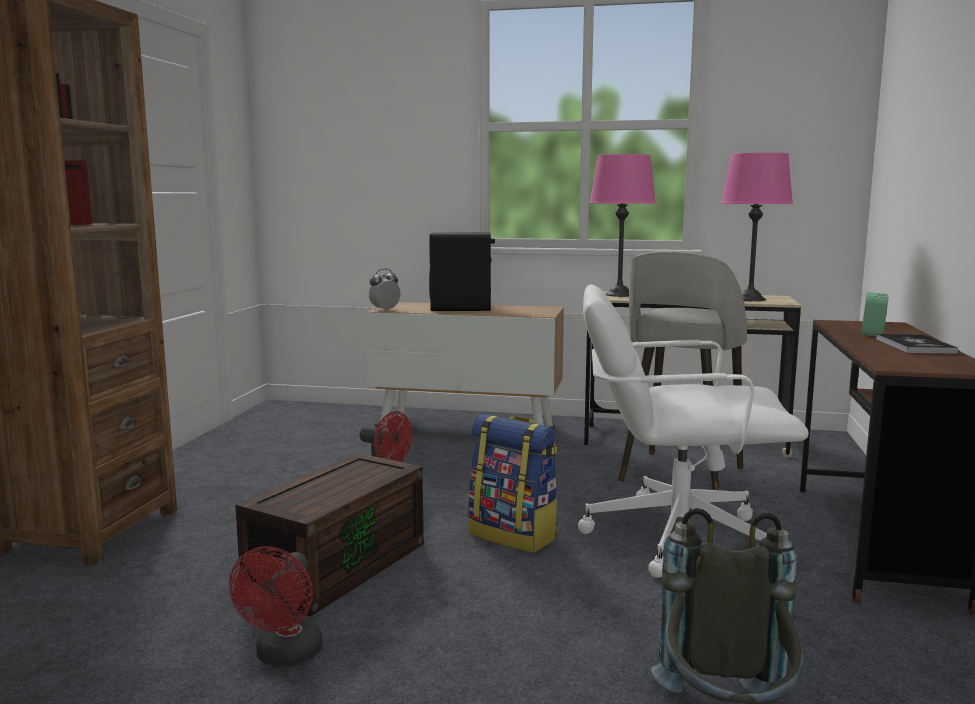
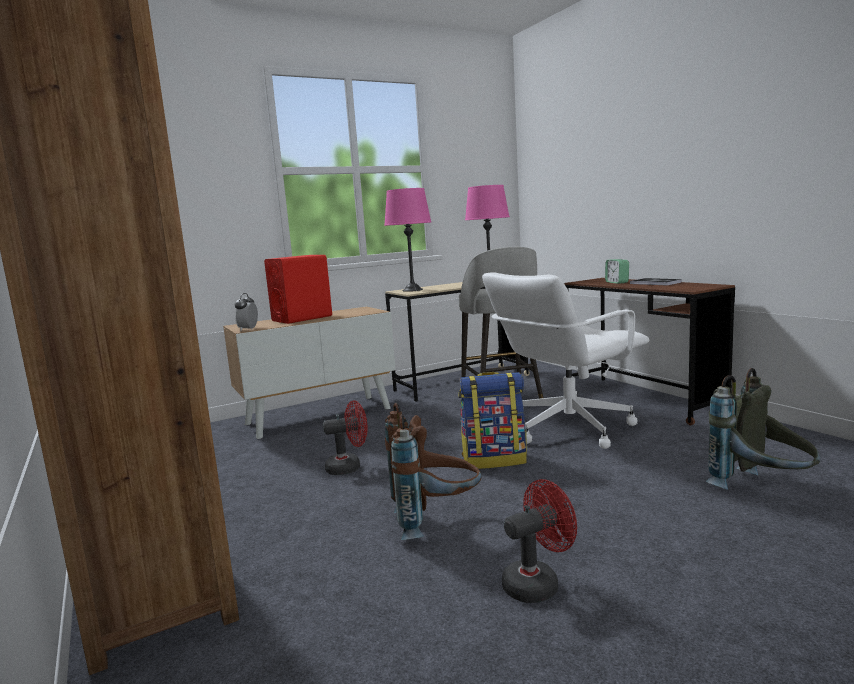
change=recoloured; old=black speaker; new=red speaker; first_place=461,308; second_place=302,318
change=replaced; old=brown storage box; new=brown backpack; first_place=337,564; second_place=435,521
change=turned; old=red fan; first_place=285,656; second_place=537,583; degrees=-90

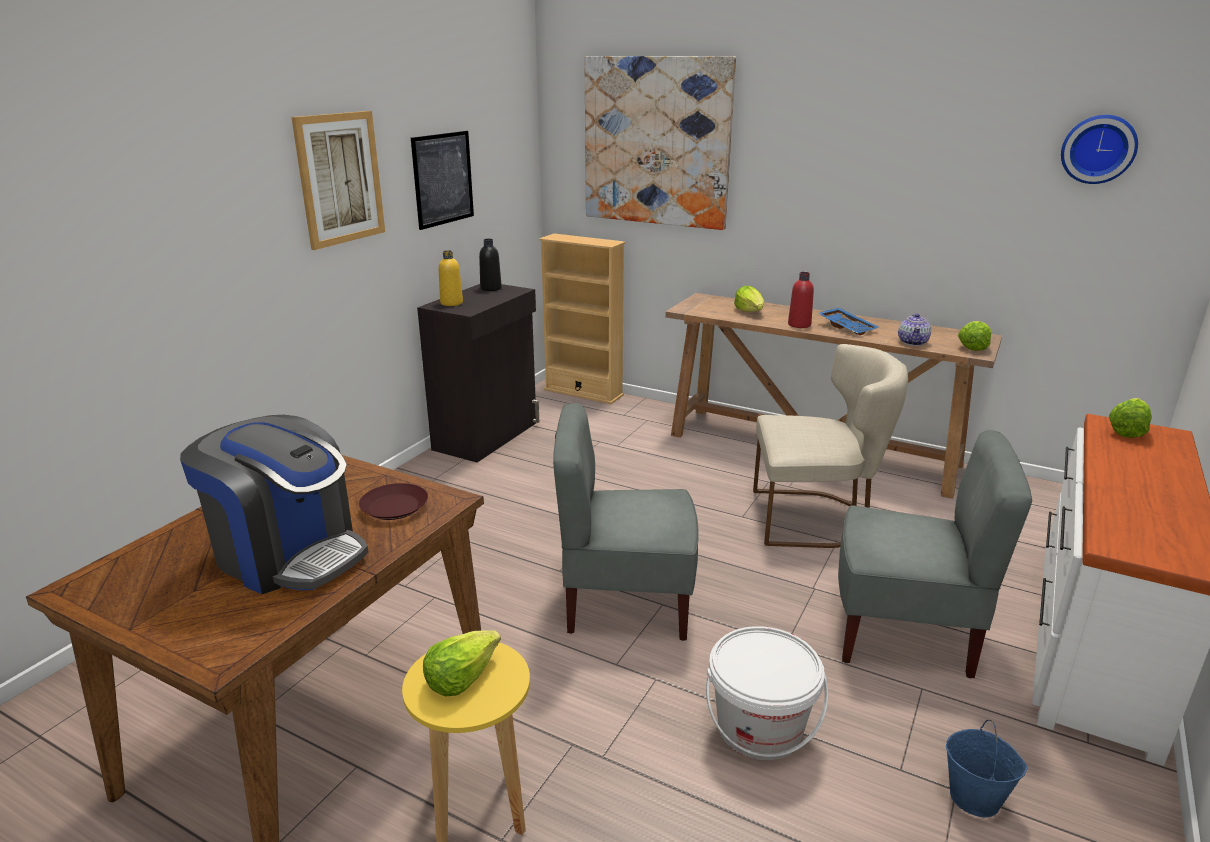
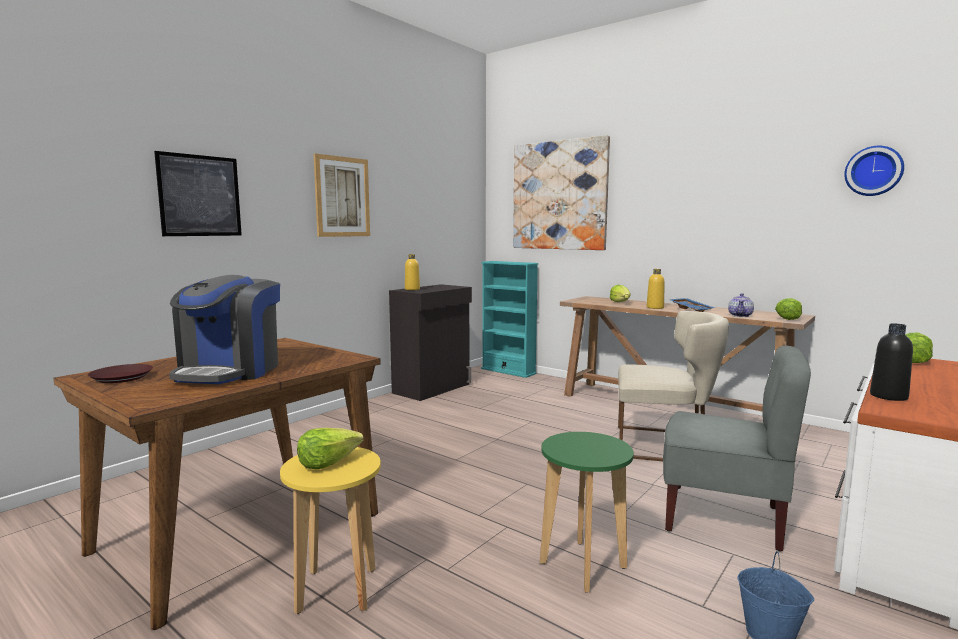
change=moved; old=brown plate; first_place=395,507; second_place=122,378
change=moved; old=picture; first_place=443,179; second_place=200,196
change=turned; old=coffee machine; first_place=288,554; second_place=230,371; degrees=60
change=recoloured; old=beige bookcase; new=turquoise bookcase; first_place=583,392; second_place=508,371
change=replaced; old=white bucket; new=green stool; first_place=759,728; second_place=583,565
change=recoloured; old=red bottle; new=yellow bottle; first_place=799,325; second_place=655,307
change=moved; old=black bottle; first_place=491,288; second_place=888,396
change=removed; old=grey chair; first_place=625,603

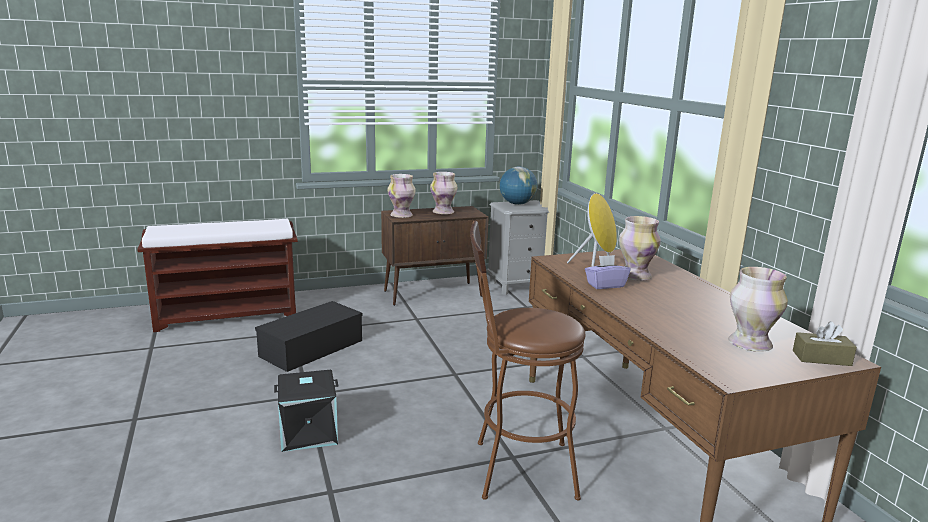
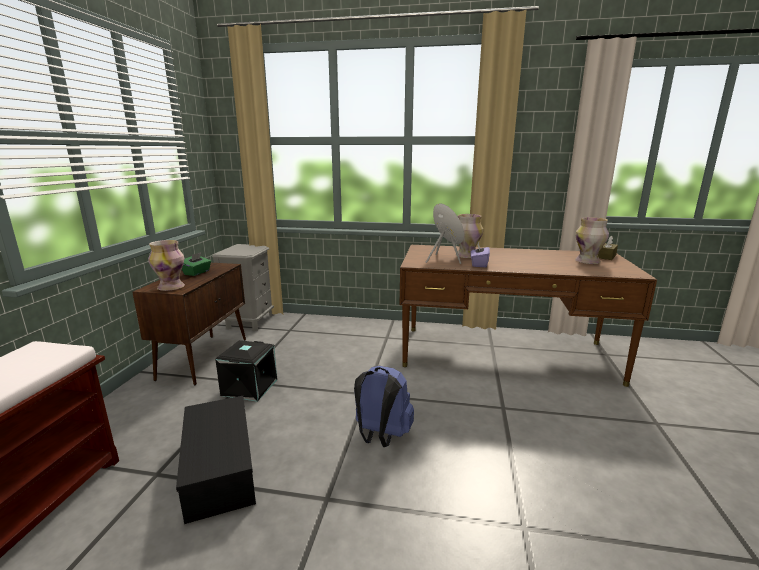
change=replaced; old=vase; new=green tissue box; first_place=443,212; second_place=197,273
change=moved; old=black storage box; first_place=309,432; second_place=249,387
change=added; new=blue backpack; second_place=381,436
change=removed; old=brown stool; first_place=514,469
change=removed; old=globe; first_place=517,204

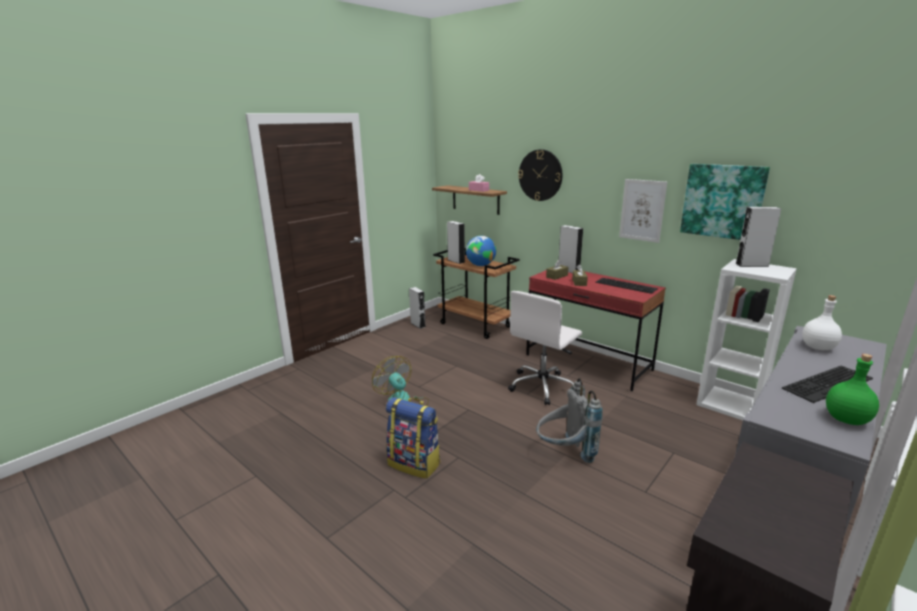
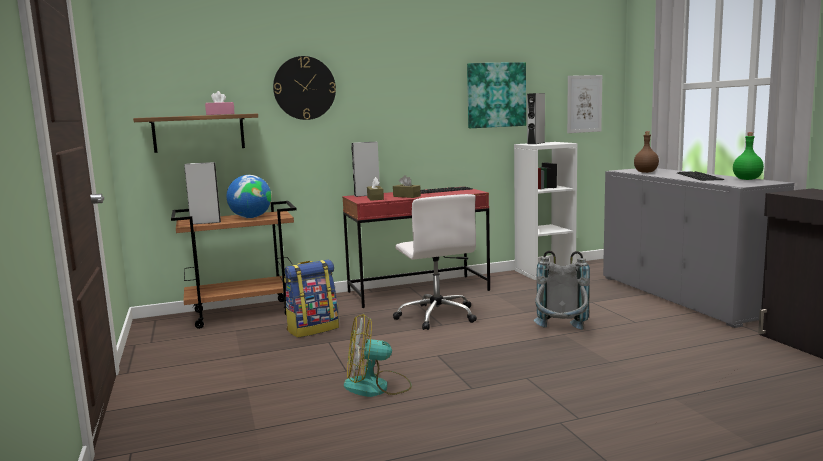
change=moved; old=backpack; first_place=415,464; second_place=313,329
change=moved; old=picture; first_place=642,210; second_place=584,104
change=recoloured; old=white bottle; new=brown bottle; first_place=818,347; second_place=646,172
change=removed; old=grey speaker; first_place=418,325

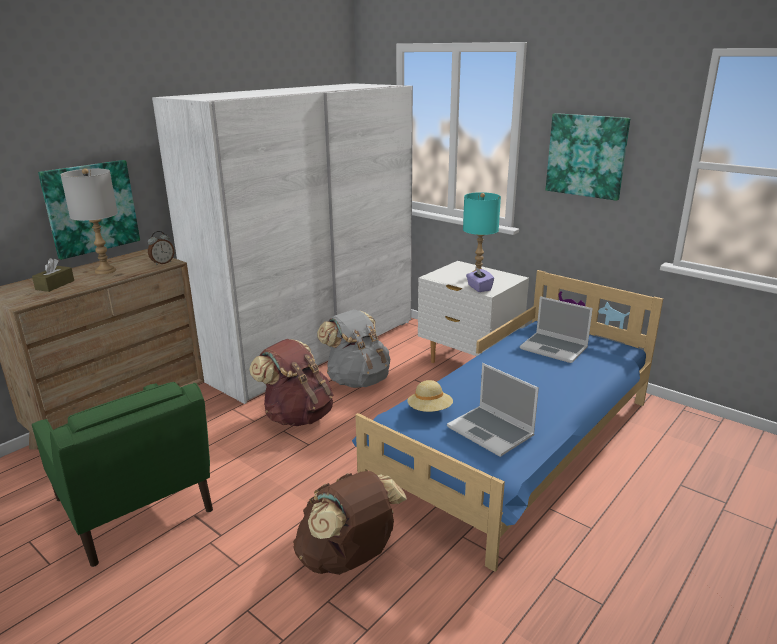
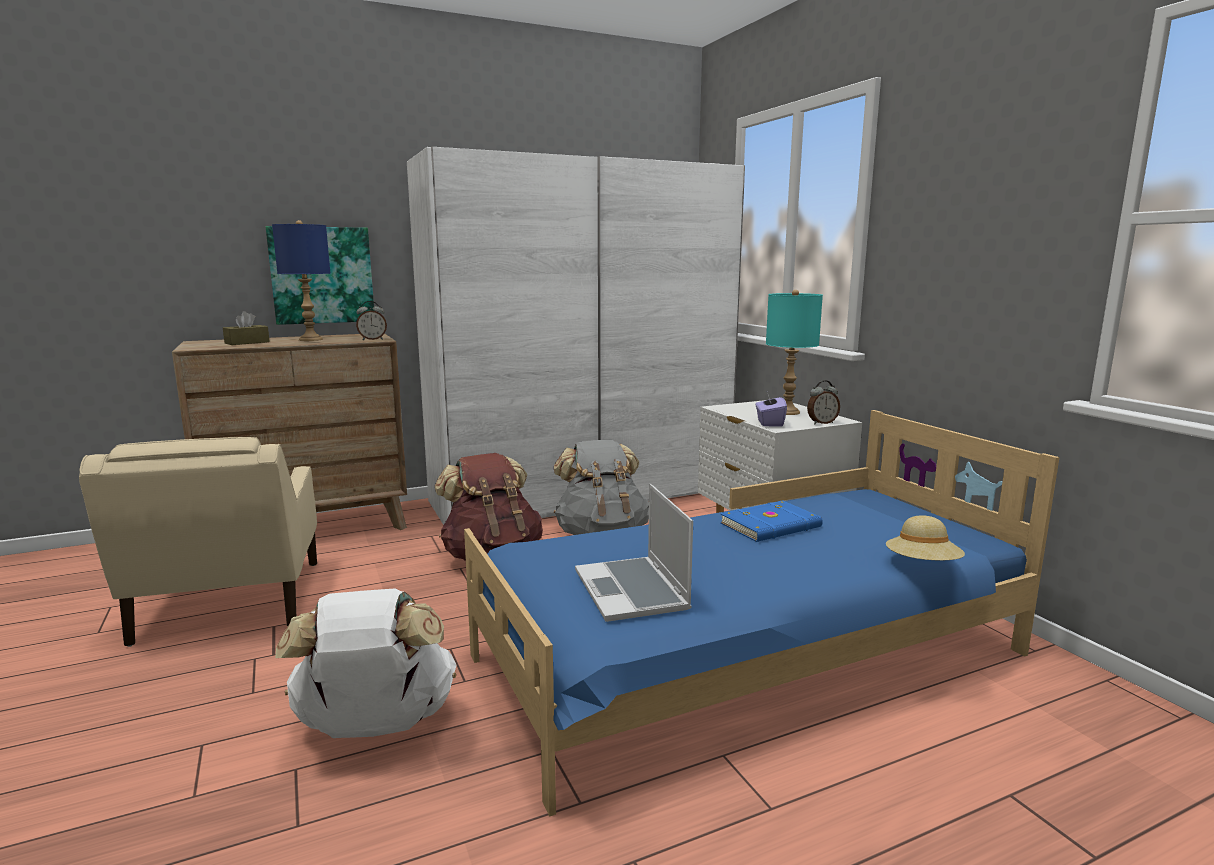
change=recoloured; old=green armchair; new=beige armchair; first_place=134,507; second_place=230,603
change=recoloured; old=grey table lamp; new=blue table lamp; first_place=105,271; second_place=310,339
change=recoloured; old=brown backpack; new=white backpack; first_place=348,558; second_place=375,726
change=added; new=blue book; second_place=772,526
change=added; new=alarm clock; second_place=821,423
change=moved; old=beige hat; first_place=430,410; second_place=922,565
change=removed; old=laptop; first_place=554,348
change=removed; old=picture; first_place=586,155

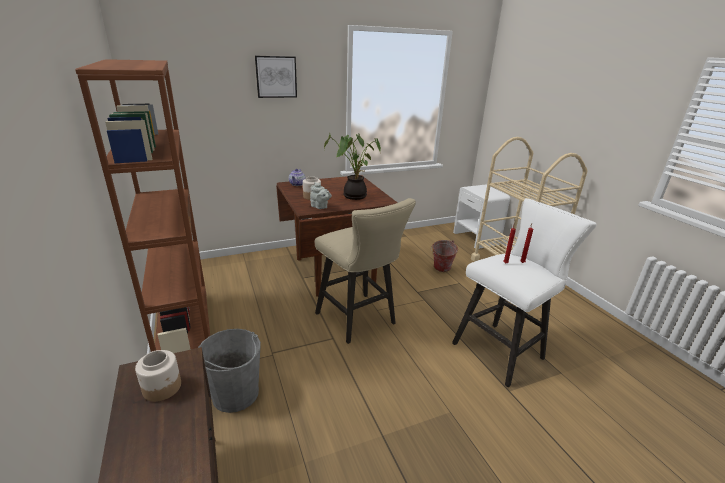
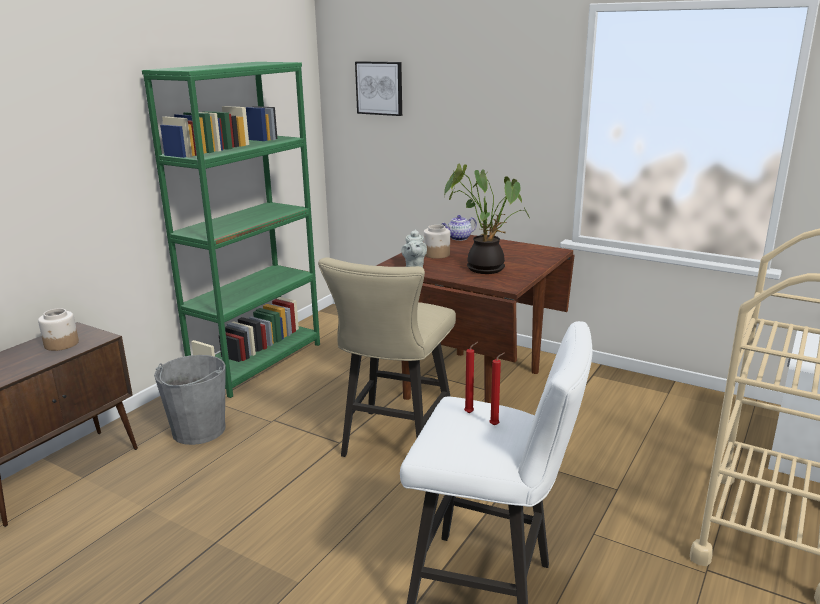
change=recoloured; old=brown bookcase; new=green bookcase; first_place=184,328; second_place=258,363
change=moved; old=picture; first_place=276,77; second_place=379,88
change=removed; old=bucket; first_place=441,270

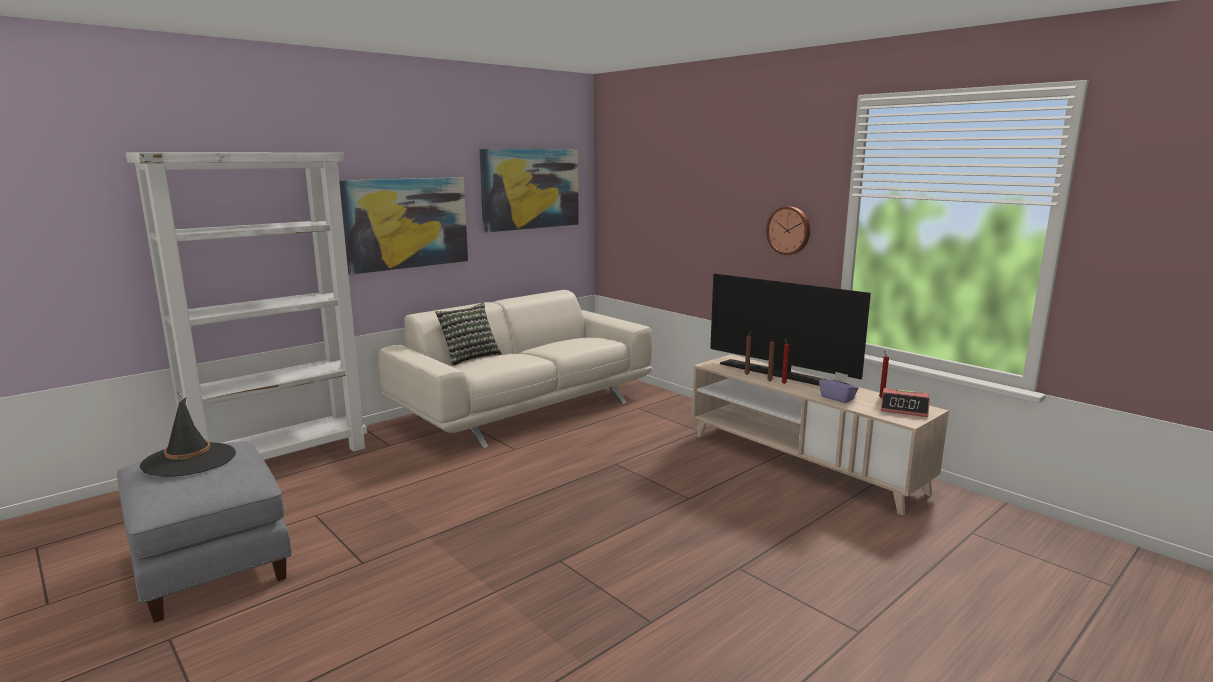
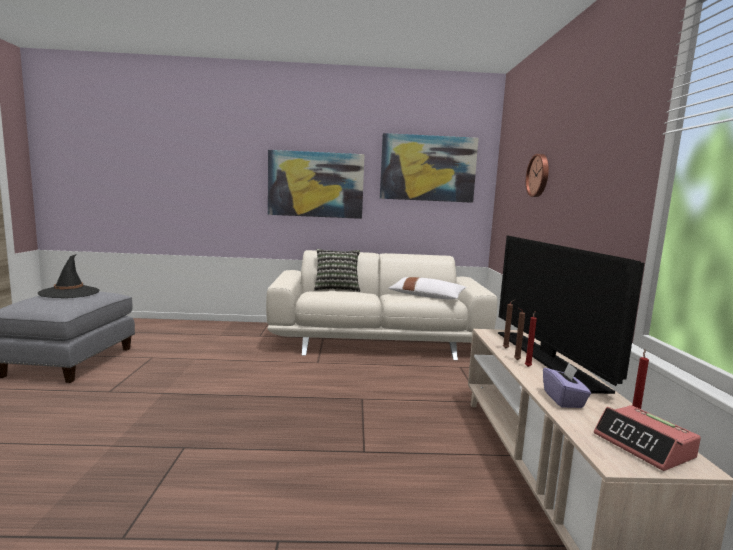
change=added; new=white pillow; second_place=426,296
change=moved; old=wall clock; first_place=789,230; second_place=539,175
change=removed; old=white bookcase; first_place=281,460

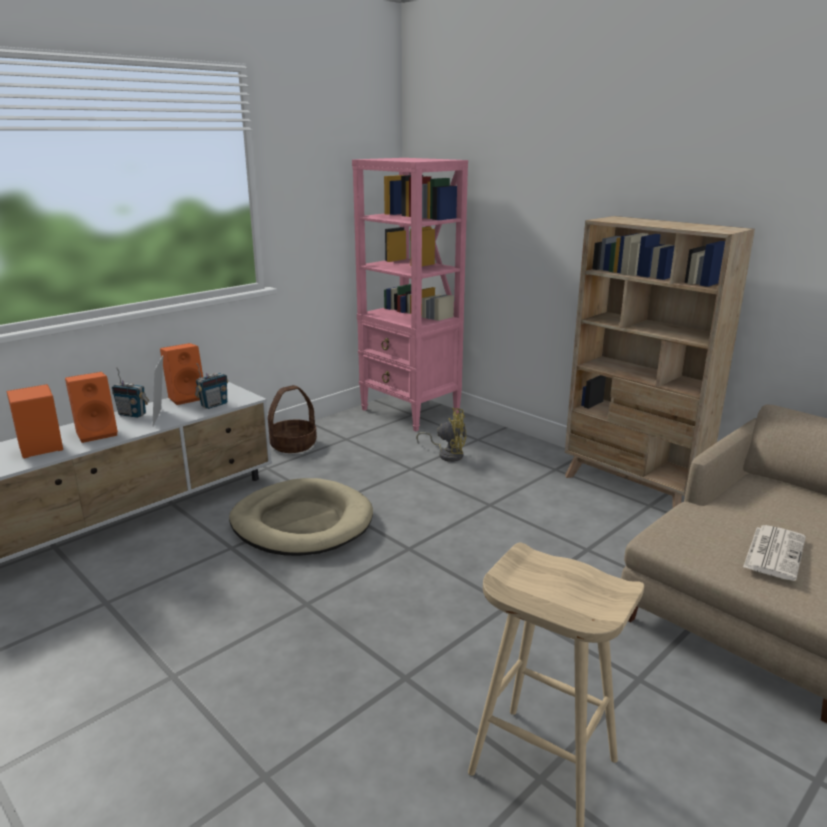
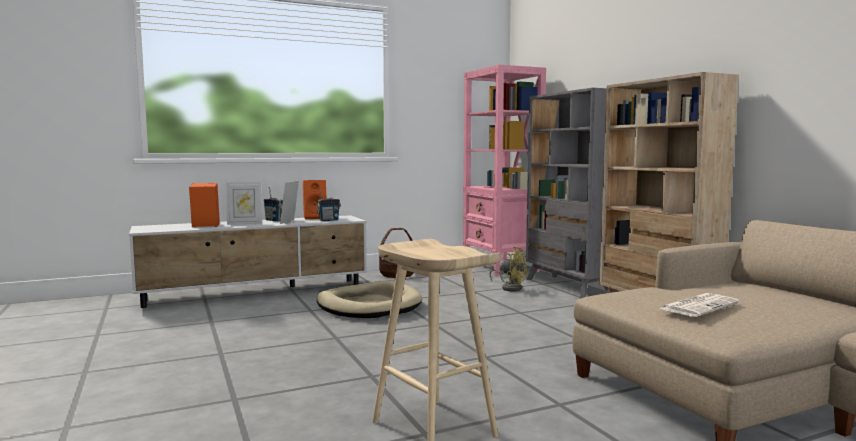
change=replaced; old=orange speaker; new=picture frame; first_place=97,433; second_place=244,224
change=added; new=grey bookcase; second_place=567,287

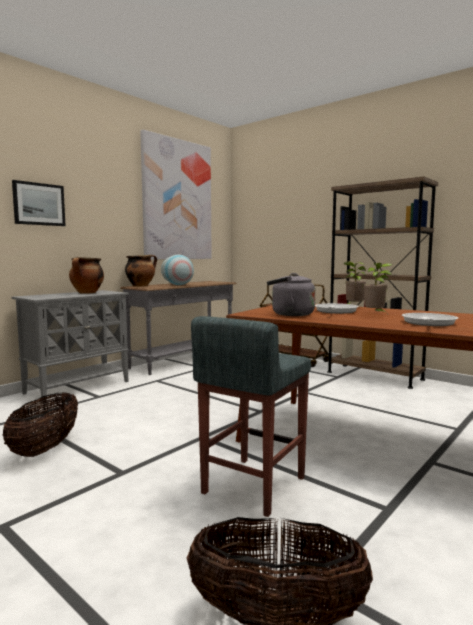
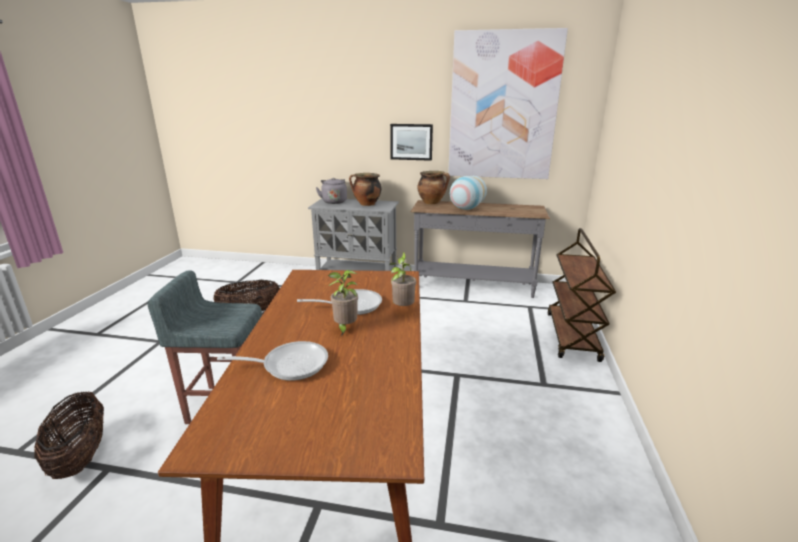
change=moved; old=grey kettle; first_place=289,314; second_place=334,201
change=moved; old=picture; first_place=39,204; second_place=411,142
change=removed; old=brown bookcase; first_place=374,375

